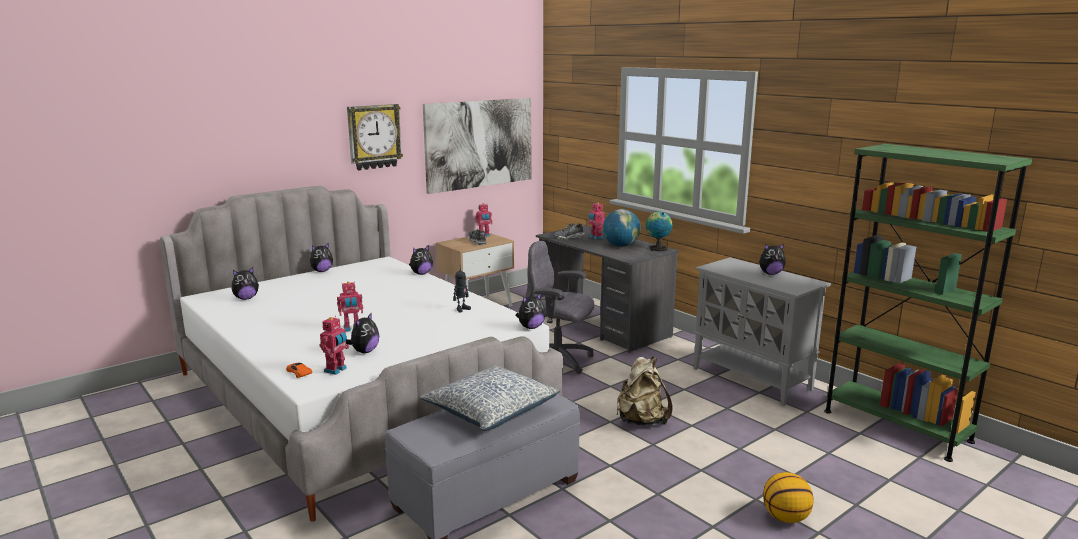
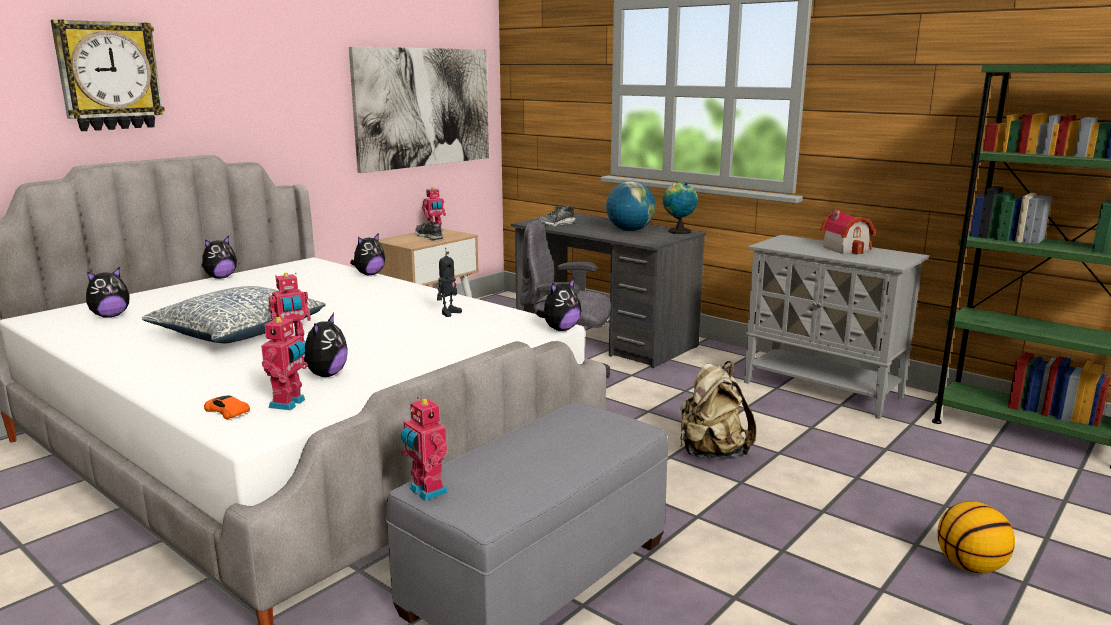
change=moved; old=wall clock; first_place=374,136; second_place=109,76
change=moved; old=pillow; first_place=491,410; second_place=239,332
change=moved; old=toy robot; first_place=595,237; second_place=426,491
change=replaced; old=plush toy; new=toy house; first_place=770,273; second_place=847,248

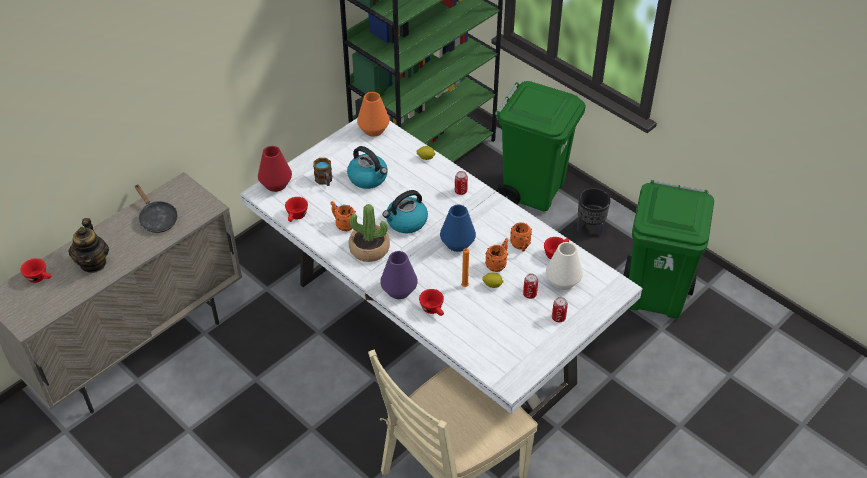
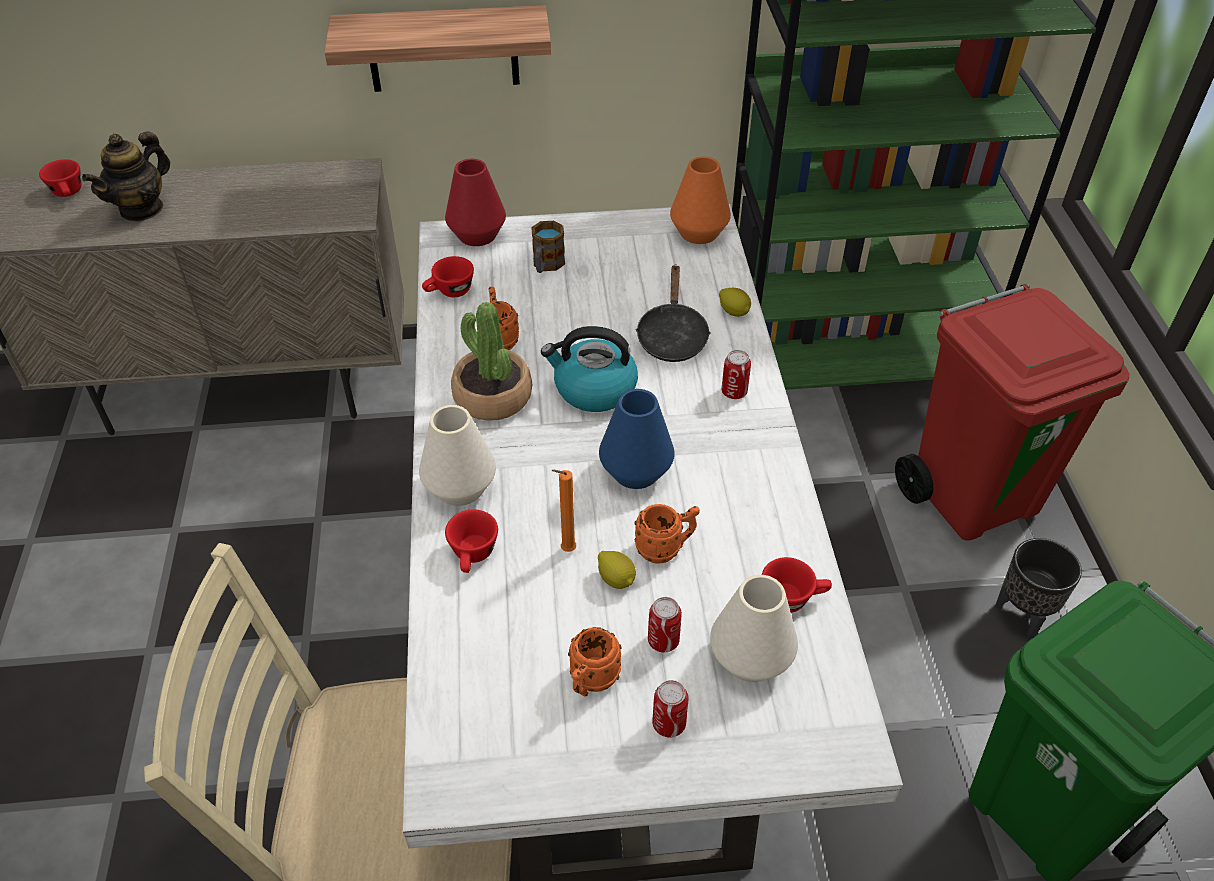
change=added; new=shelf; second_place=443,49
change=recoloured; old=purple vase; new=white vase; first_place=399,290; second_place=460,488
change=moved; old=orange mug; first_place=521,246; second_place=591,682
change=moved; old=black frying pan; first_place=157,219; second_place=672,336
change=recoloured; old=green trash can; new=red trash can; first_place=532,191; second_place=973,497
change=removed; old=kettle; first_place=368,178

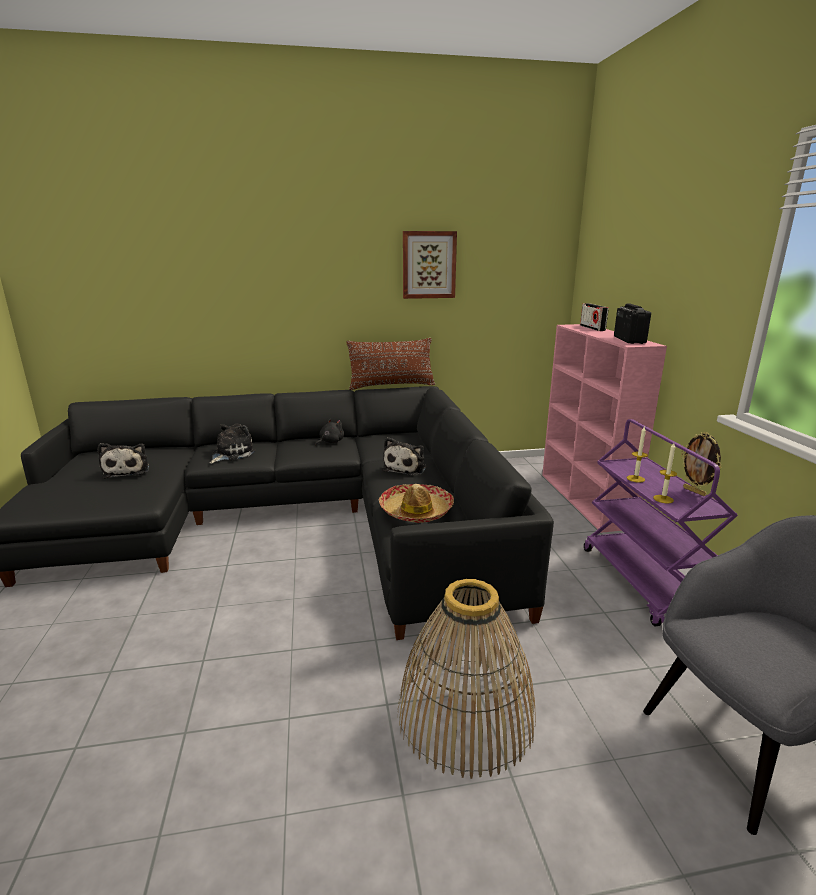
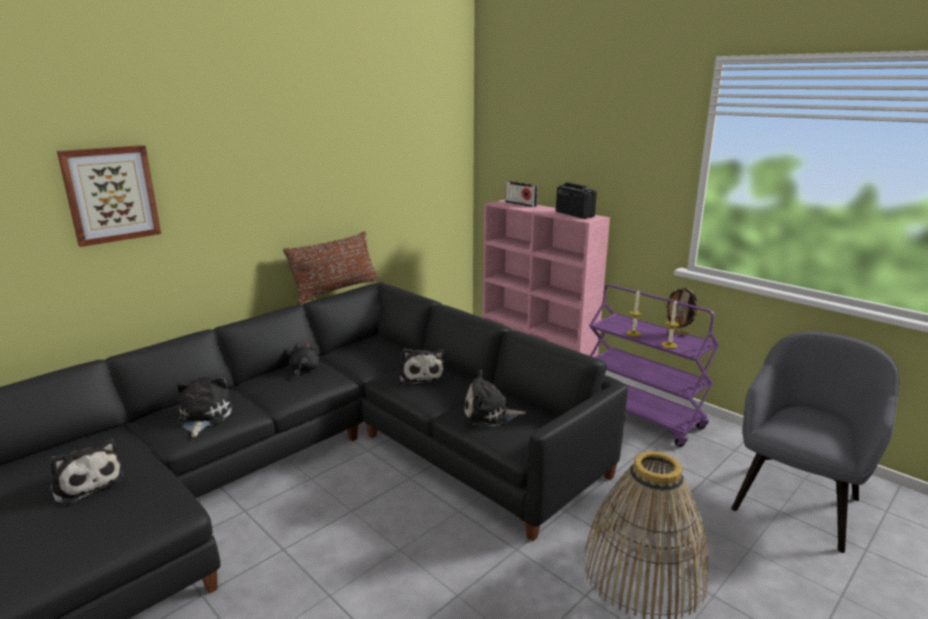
change=moved; old=picture; first_place=429,265; second_place=111,194
change=replaced; old=hat; new=plush toy; first_place=416,511; second_place=490,414

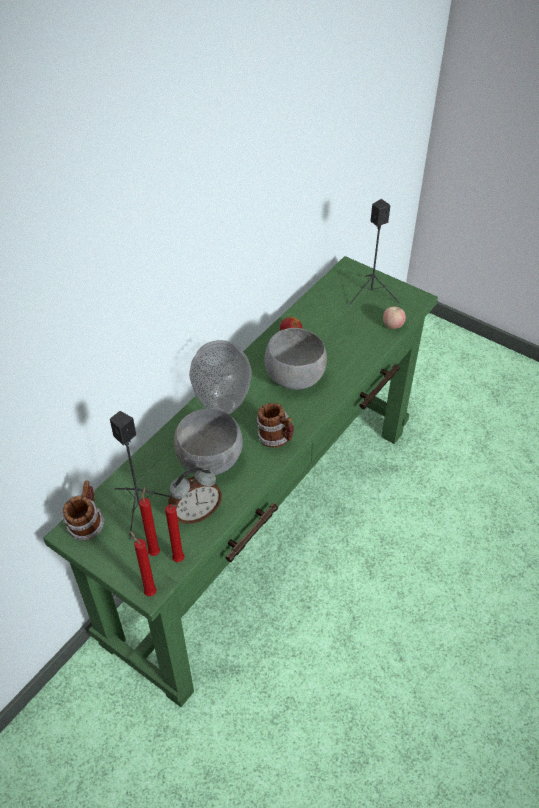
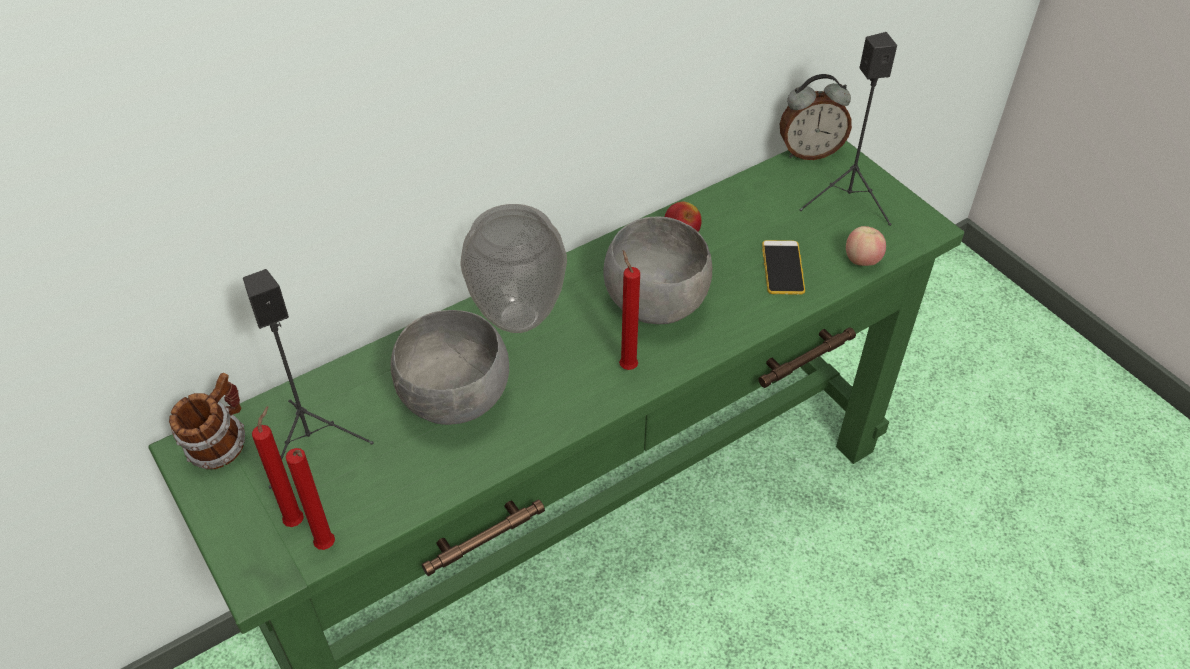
change=moved; old=red candle; first_place=149,592; second_place=627,365
change=added; new=phone; second_place=783,268
change=moved; old=alarm clock; first_place=196,513; second_place=809,152
change=removed; old=mug; first_place=276,438

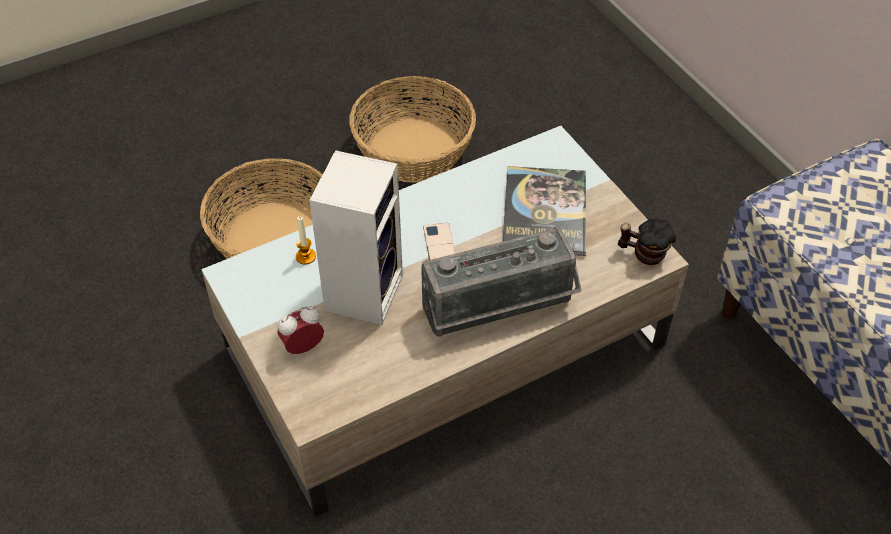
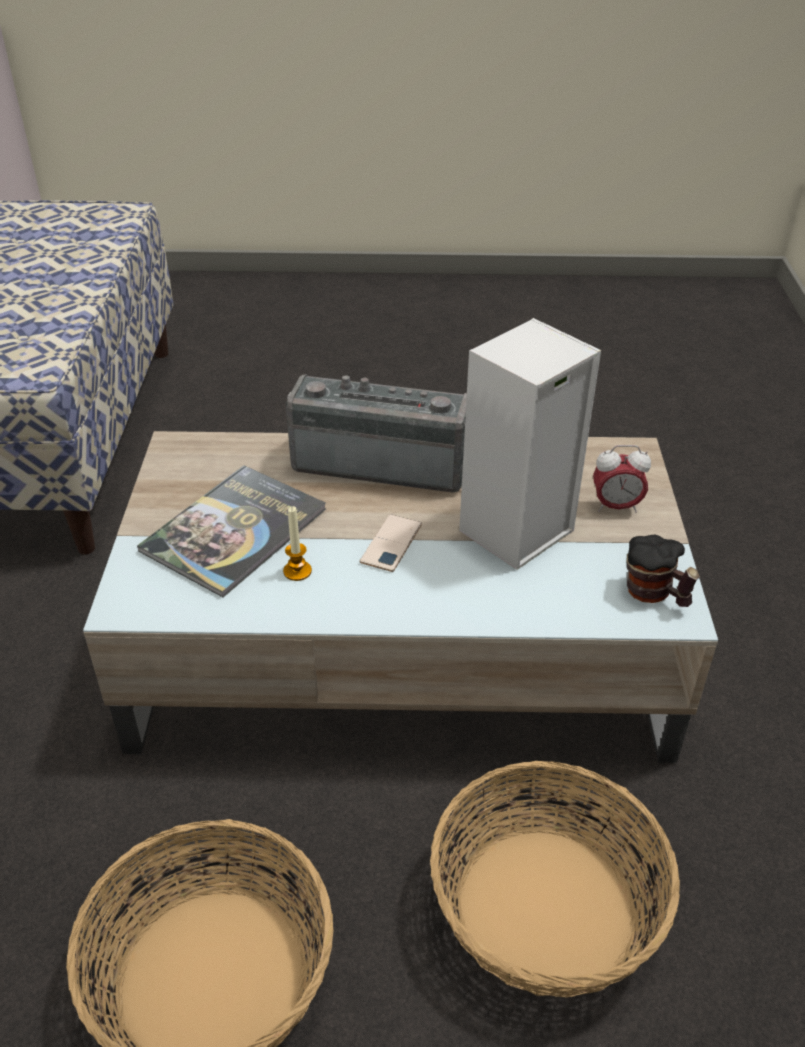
change=moved; old=candle; first_place=305,257; second_place=297,571
change=moved; old=mug; first_place=643,254; second_place=654,595

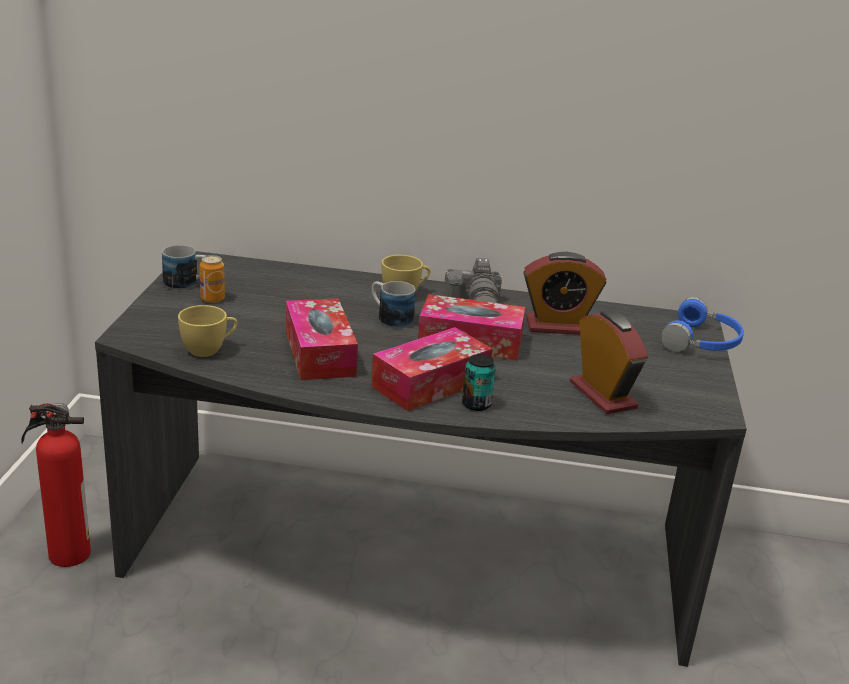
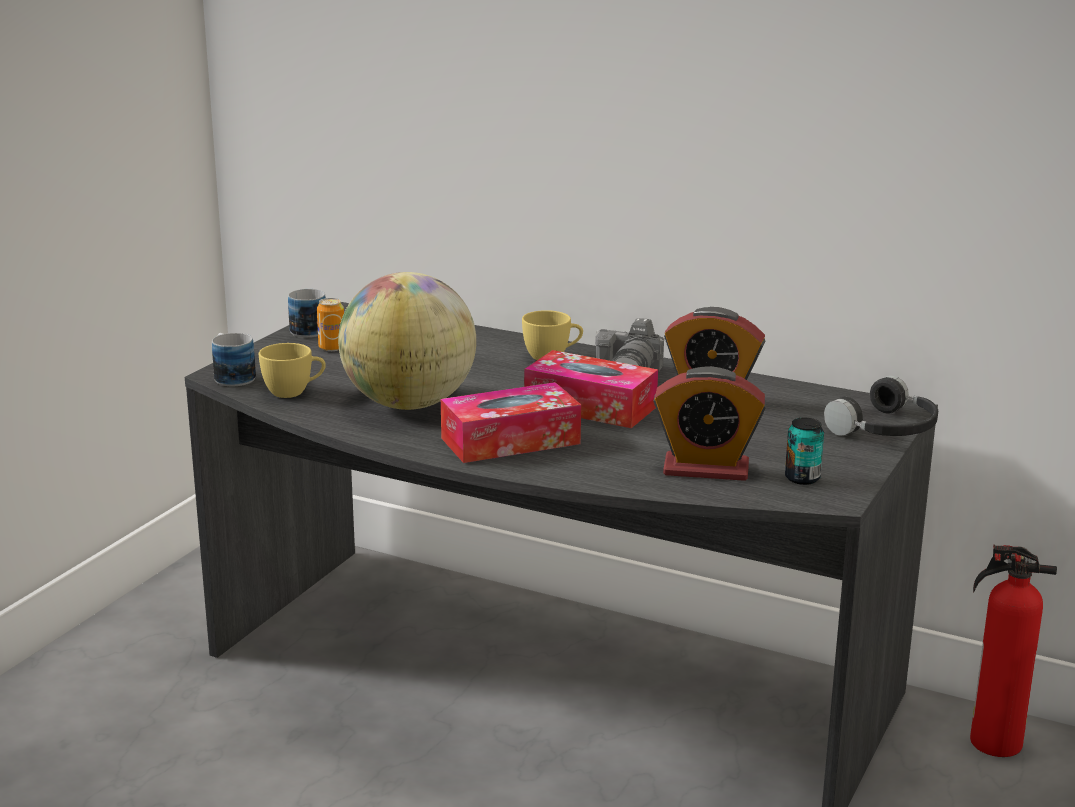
change=moved; old=mug; first_place=390,318; second_place=231,376
change=replaced; old=tissue box; new=globe; first_place=319,353; second_place=409,404
change=turned; old=alarm clock; first_place=603,395; second_place=706,469; degrees=105
change=moved; old=can; first_place=476,404; second_place=802,478
change=recoloured; old=blue headphones; new=black headphones; first_place=703,342; second_place=887,429
change=moved; old=fire extinguisher; first_place=66,554; second_place=991,741

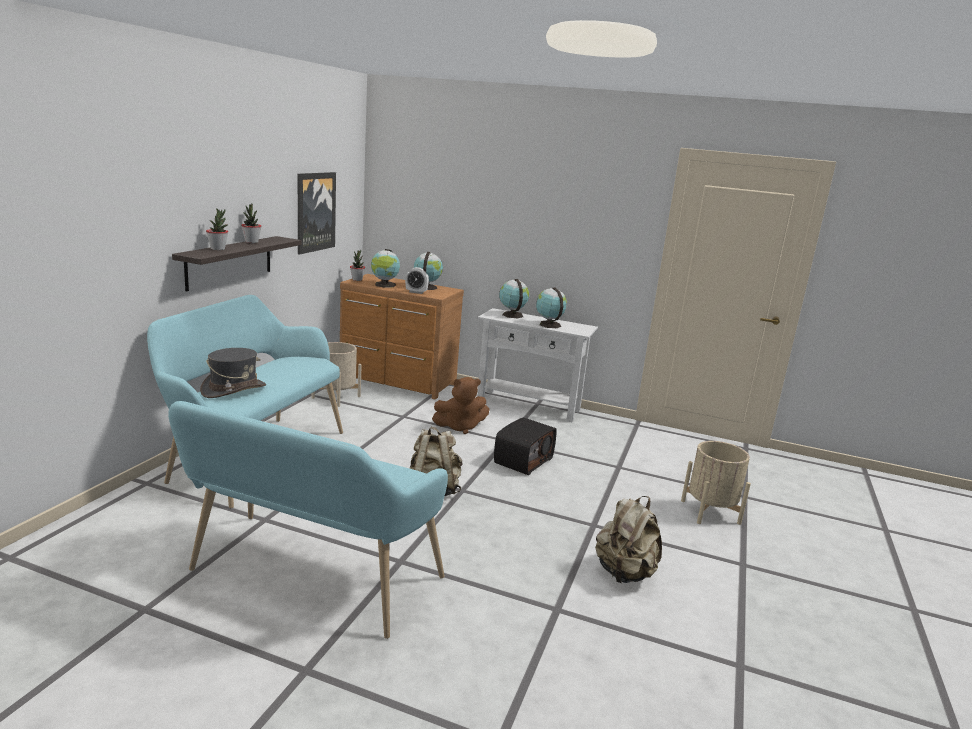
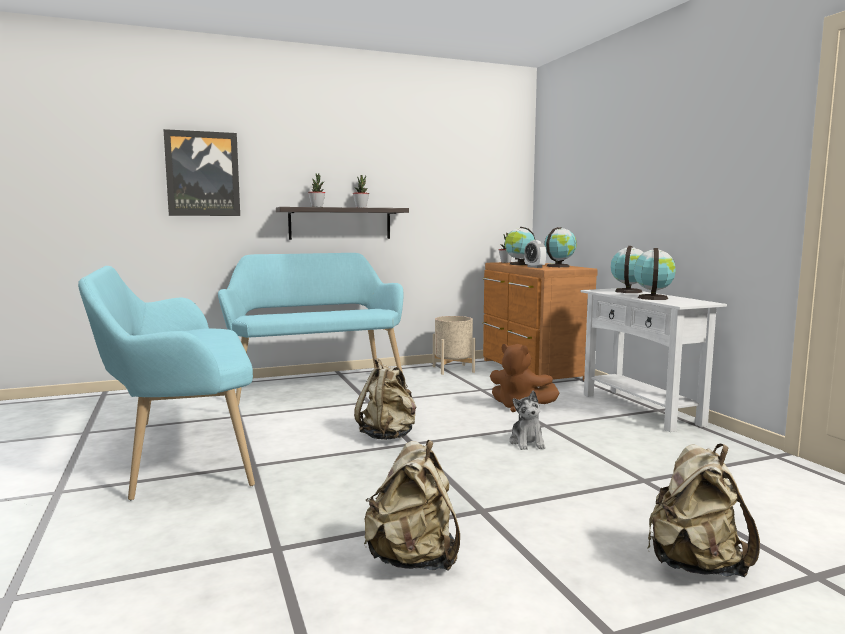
change=moved; old=picture; first_place=315,212; second_place=202,174
change=replaced; old=radio; new=plush toy; first_place=522,460; second_place=527,442
change=replaced; old=beige planter; new=beige backpack; first_place=710,512; second_place=695,565
change=removed; old=grey hat; first_place=234,389

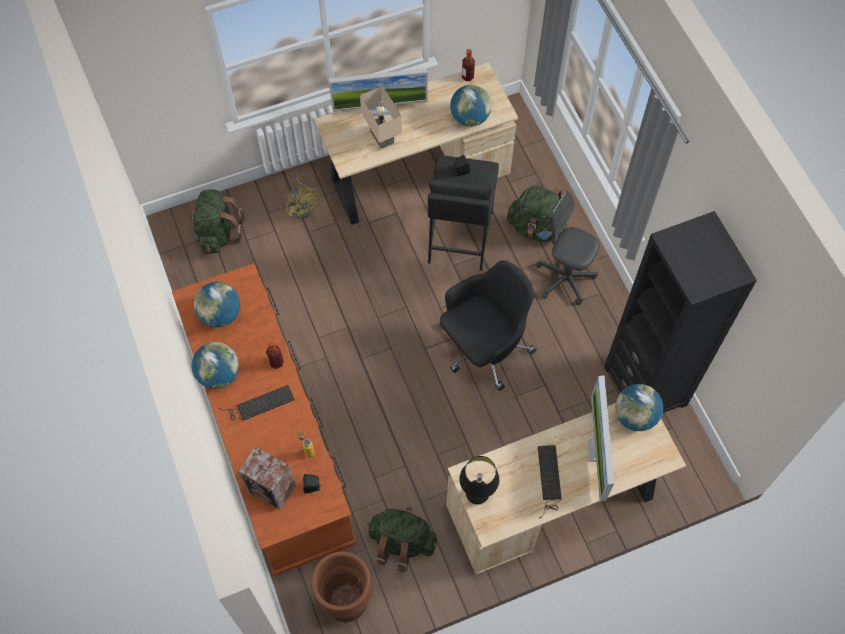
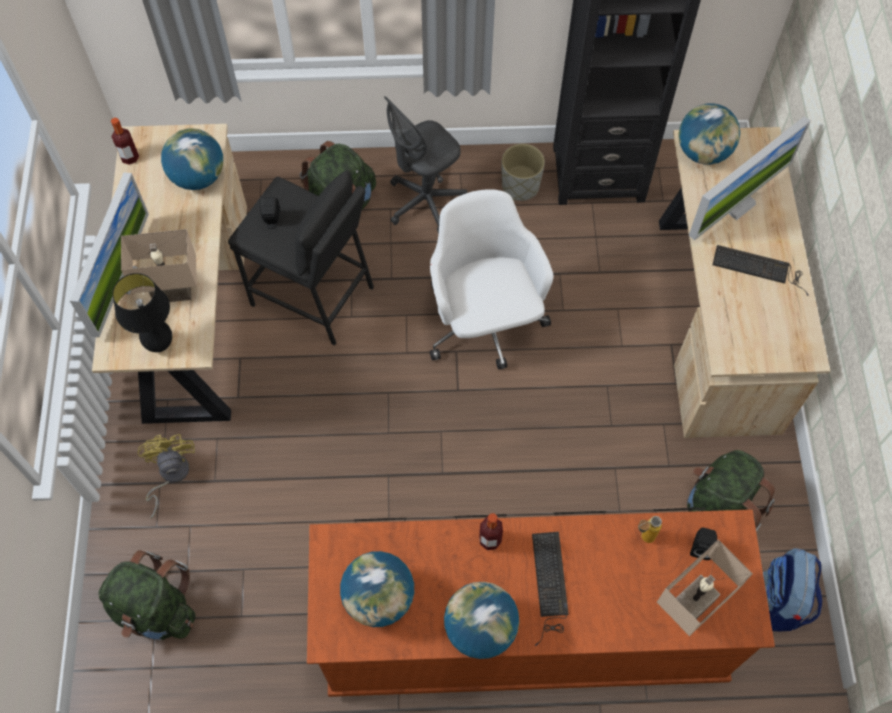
change=moved; old=black table lamp; first_place=476,496; second_place=160,344
change=turned; old=yellow fan; first_place=303,207; second_place=170,475; degrees=-90
change=recoloured; old=black office chair; new=white office chair; first_place=483,348; second_place=484,322
change=added; new=grey planter; second_place=520,187
change=replaced; old=speaker; new=beige table lamp; first_place=272,489; second_place=688,603
change=turned; old=monitor; first_place=598,451; second_place=736,204; degrees=-60
change=replaced; old=brown planter; new=backpack; first_place=346,602; second_place=780,601

